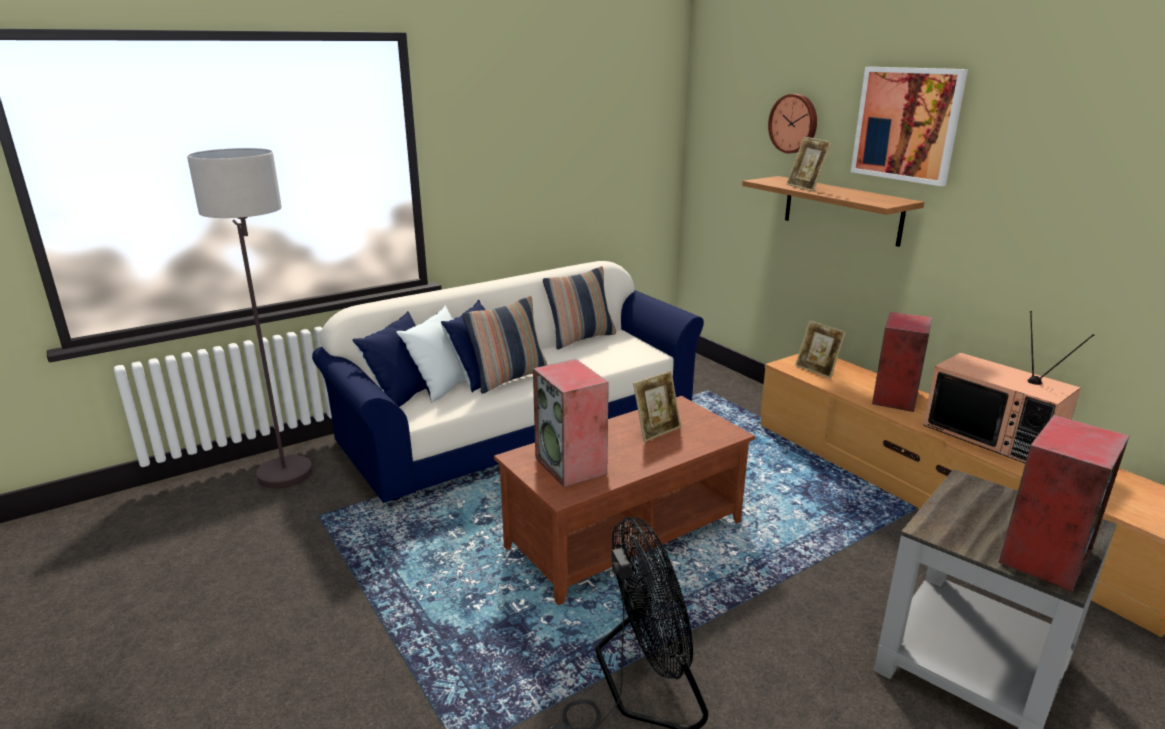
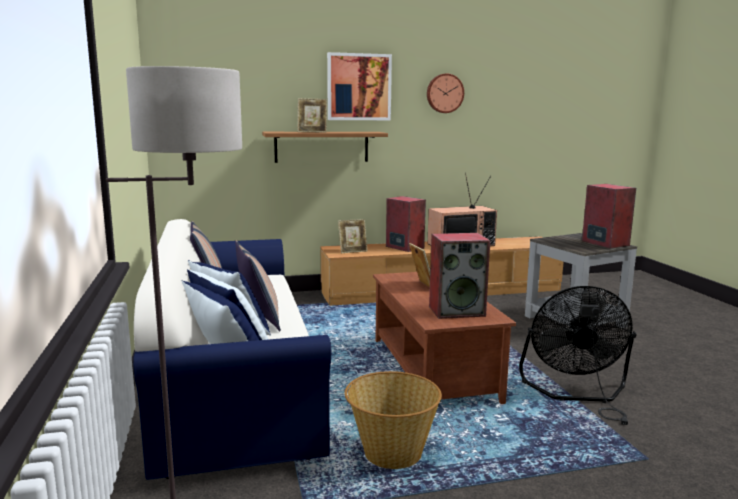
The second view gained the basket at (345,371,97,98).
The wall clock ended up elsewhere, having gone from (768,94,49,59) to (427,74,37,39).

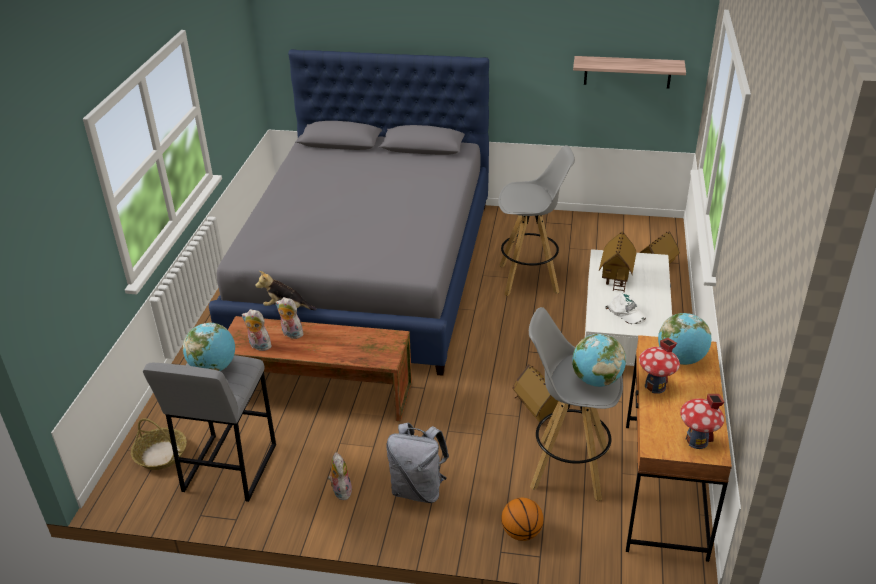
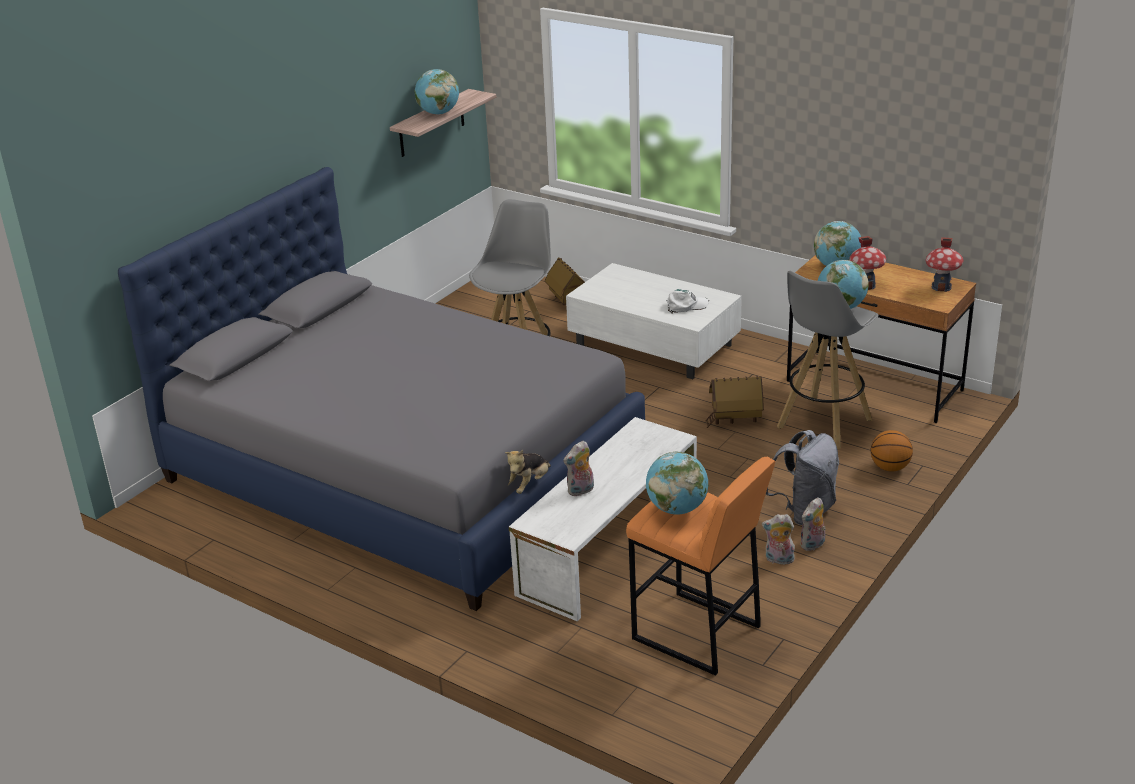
The second view lost the basket at (131,418,56,52).
The second view lost the toy house at (599,231,38,62).
The second view gained the globe at (415,69,44,46).
The plush toy ended up elsewhere, having gone from (242,309,31,42) to (800,497,26,54).
What was the stool (grey) at (143,355,133,147) turned into the stool (orange) at (626,457,149,219).
What was the bench (brown) at (228,316,184,106) turned into the bench (white) at (509,417,188,205).

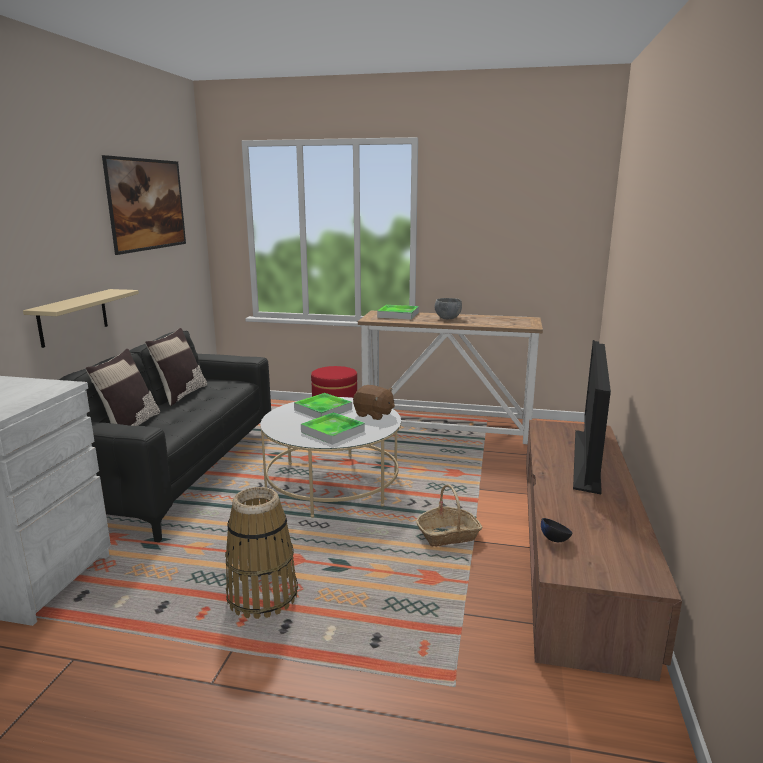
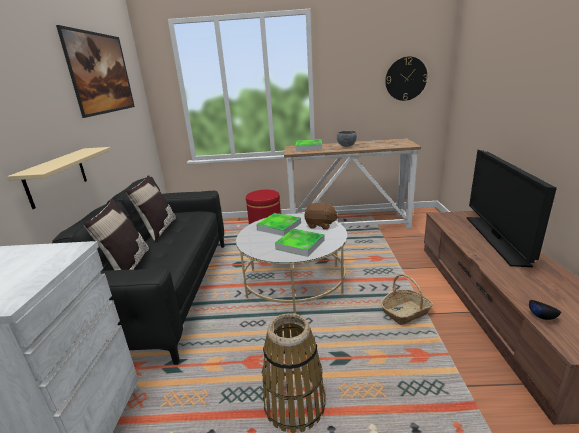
The second view gained the wall clock at (385,57,42,44).

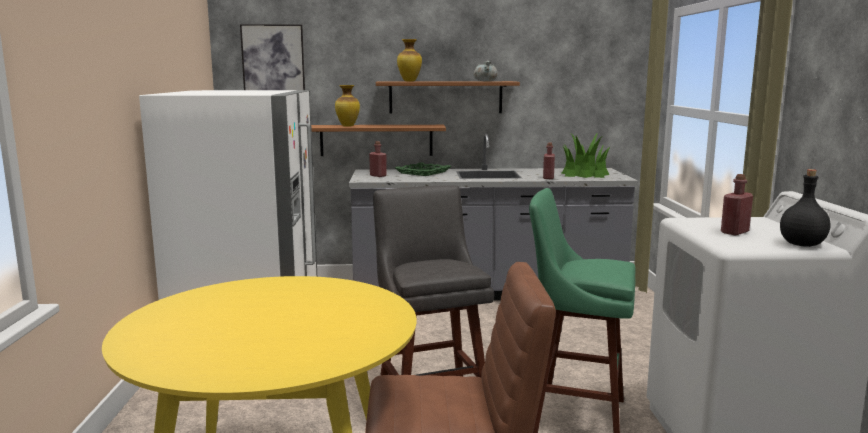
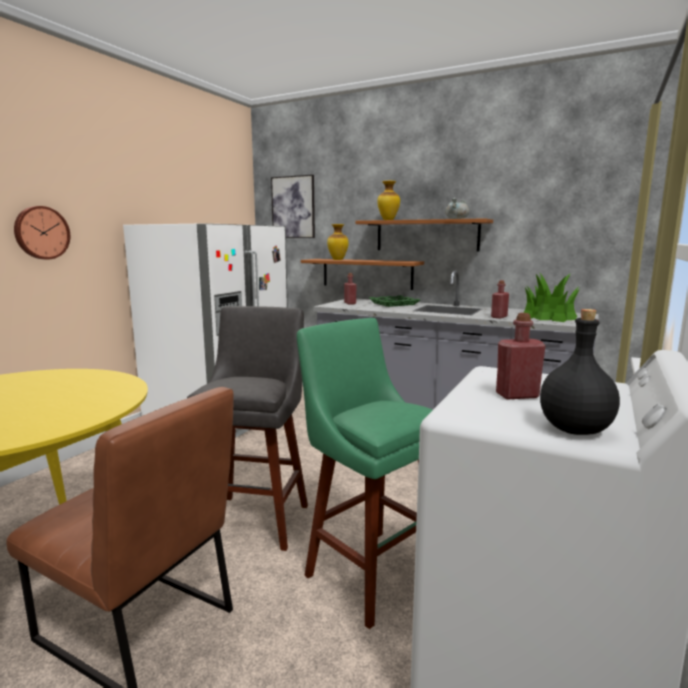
The second view gained the wall clock at (14,206,56,53).

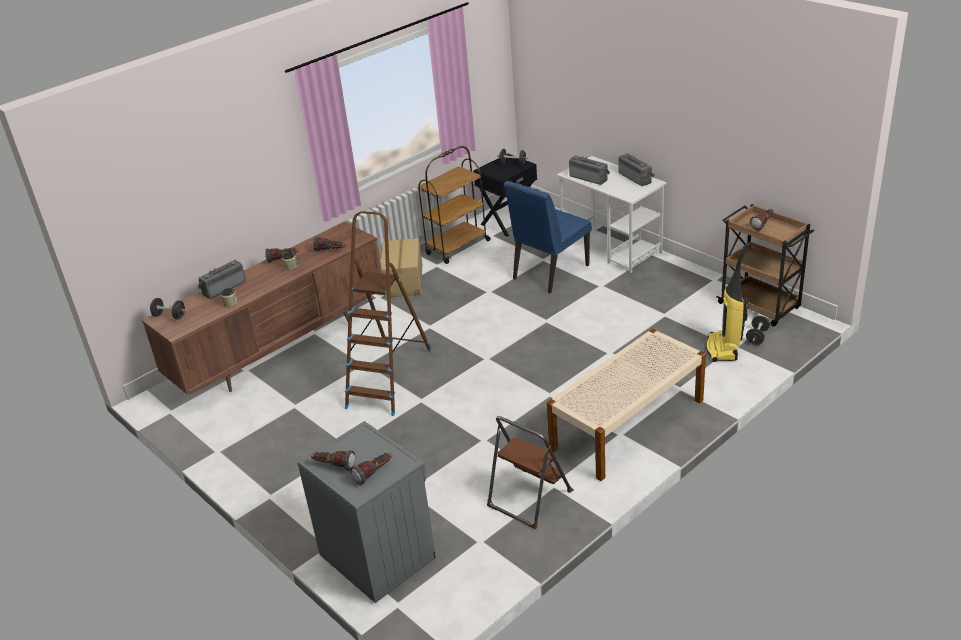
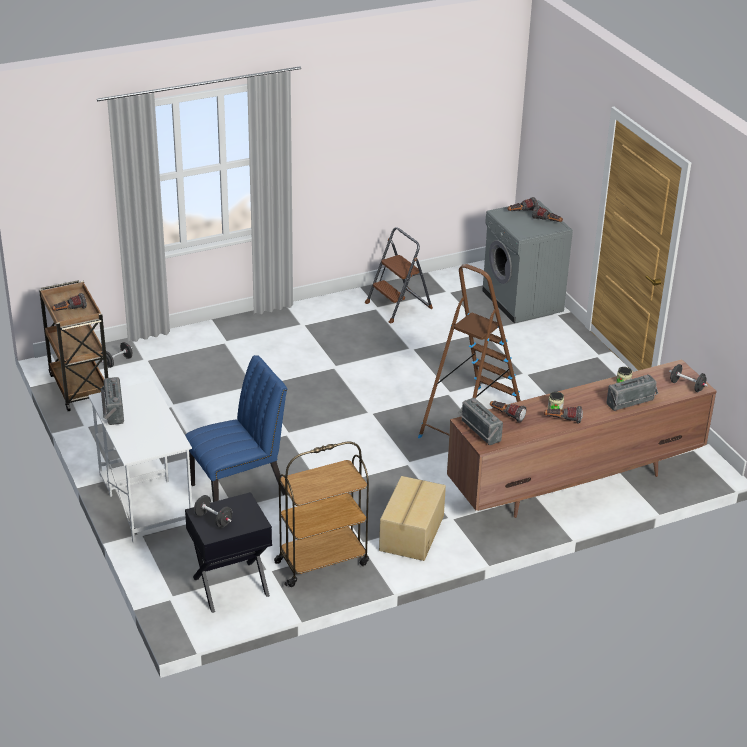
The second view lost the bench (beige) at (547,328,159,153).
The second view lost the vacuum cleaner at (706,243,43,119).
The radio ended up elsewhere, having gone from (569,155,41,30) to (458,398,45,47).

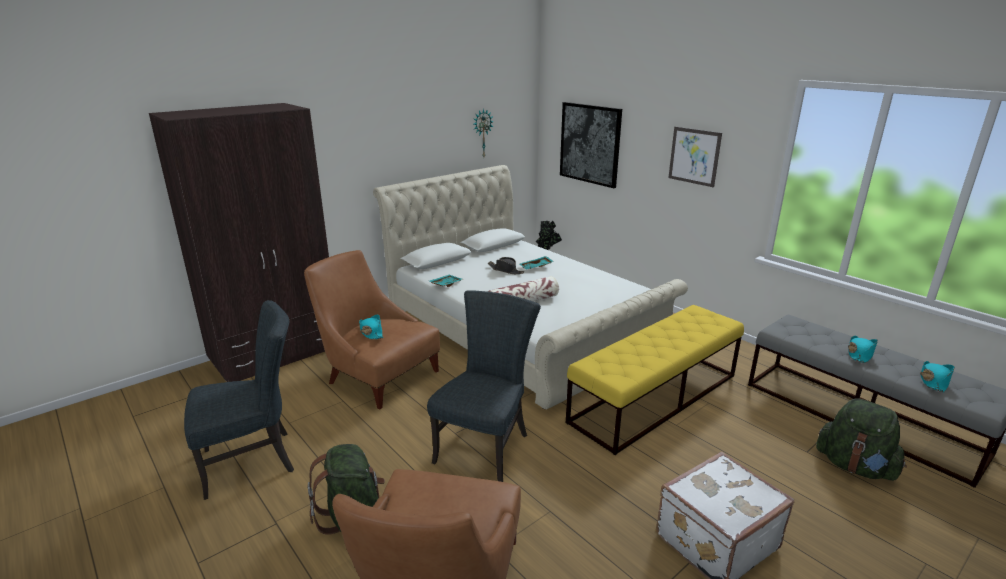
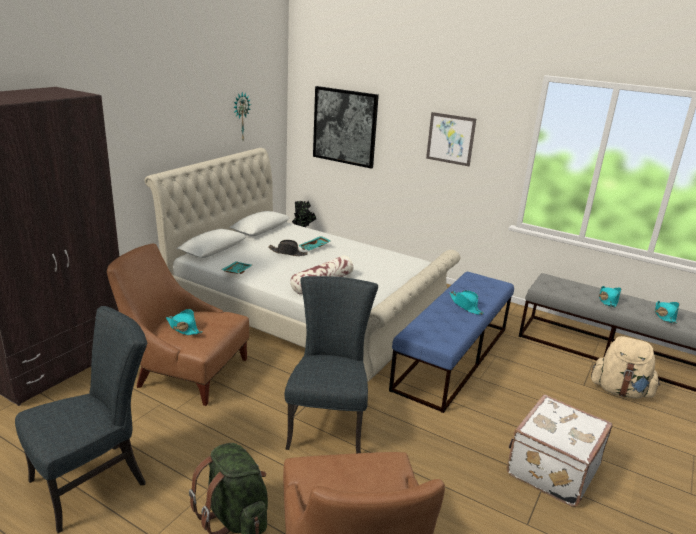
The second view gained the hat (turquoise) at (450,290,34,25).
What was the bench (yellow) at (566,305,178,150) turned into the bench (blue) at (389,272,125,141).
What was the backpack (green) at (816,398,91,83) turned into the backpack (beige) at (591,336,69,63).

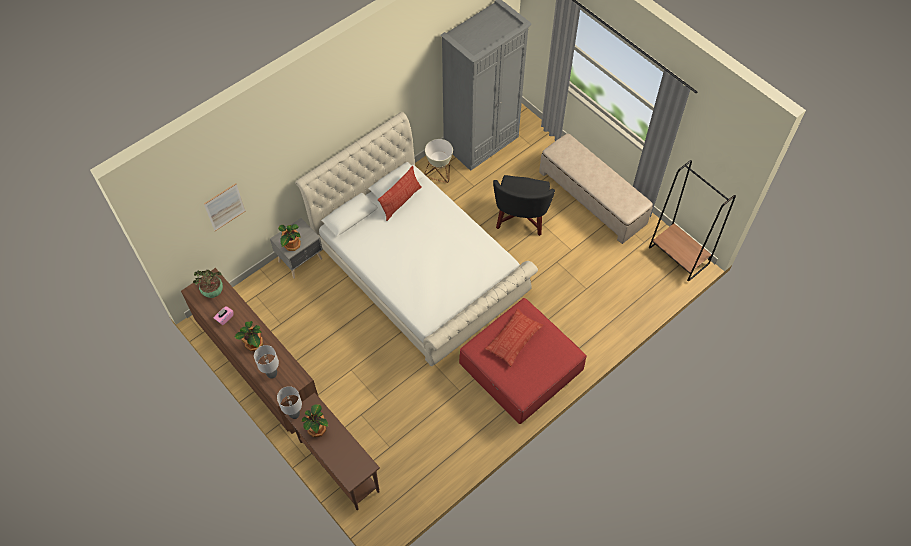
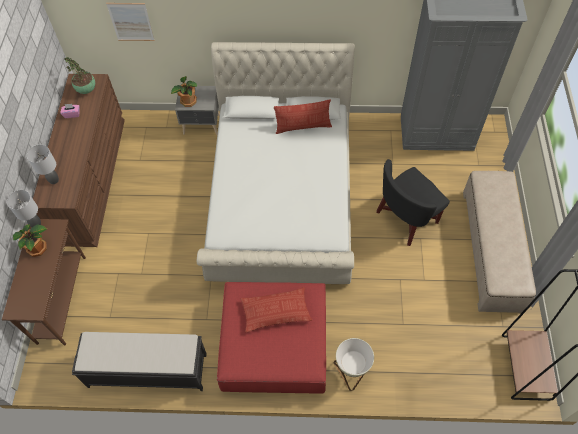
The second view lost the potted plant at (234,321,29,30).
The second view gained the bench (black) at (72,332,135,59).
The planter ended up elsewhere, having gone from (424,139,29,44) to (334,338,40,53).

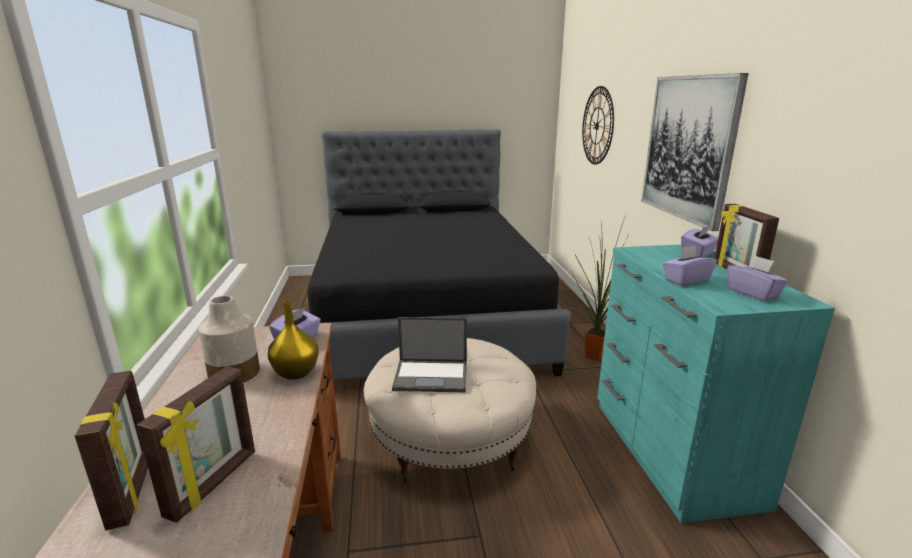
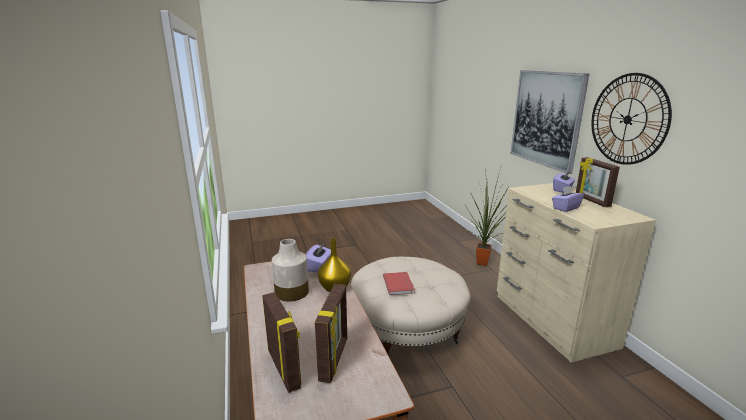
The second view lost the bed (black) at (307,129,264,251).
The second view lost the tissue box (purple) at (727,256,62,45).
The wall clock ended up elsewhere, having gone from (582,86,32,79) to (591,73,81,92).
Where the laptop stood at (392,317,75,75), the book (red) came to stand at (383,272,32,23).
What was the dresser (turquoise) at (597,244,238,279) turned into the dresser (beige) at (497,183,159,180).

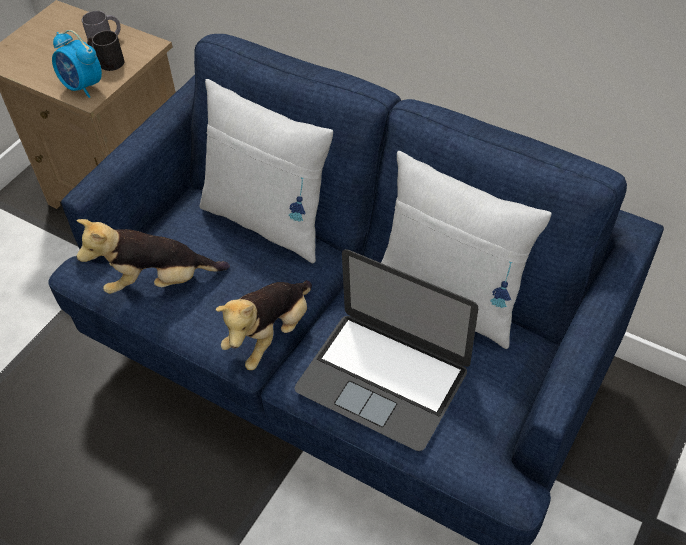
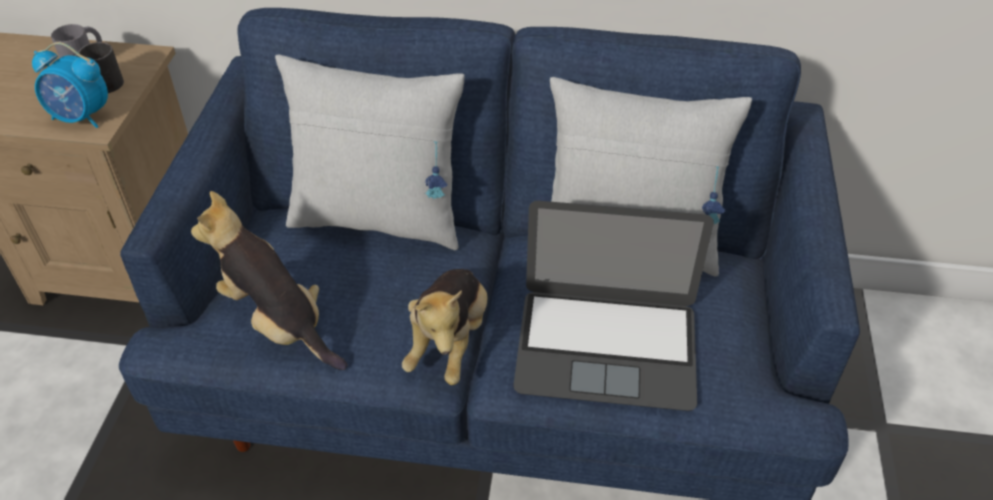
The plush toy at (77,219,153,75) ended up facing another way, 75 degrees clockwise from before.

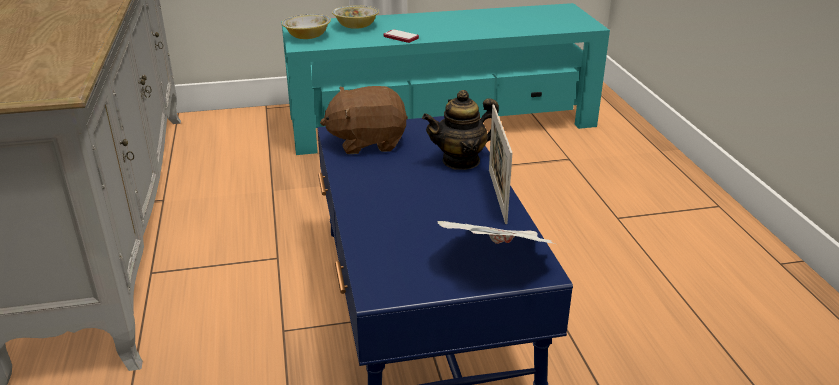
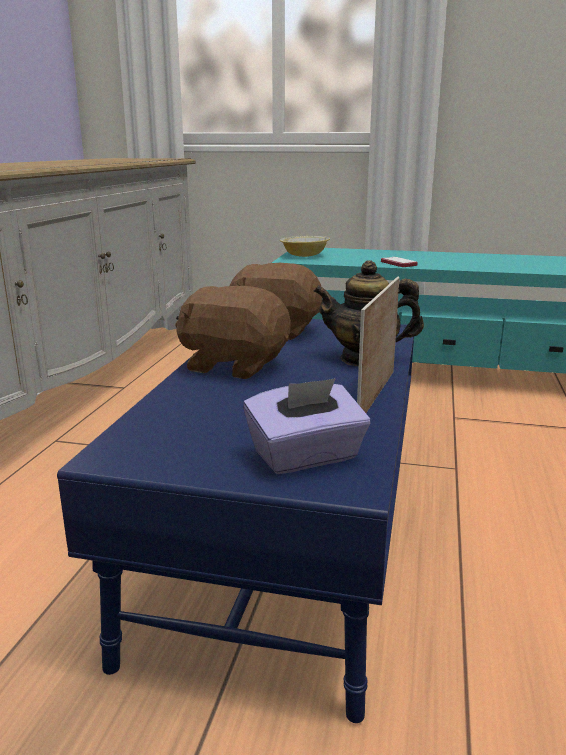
The second view lost the bowl at (332,6,47,23).
The second view gained the plush toy (brown) at (175,286,116,93).
Where the newspaper stood at (438,221,120,24), the tissue box (purple) came to stand at (243,378,127,96).

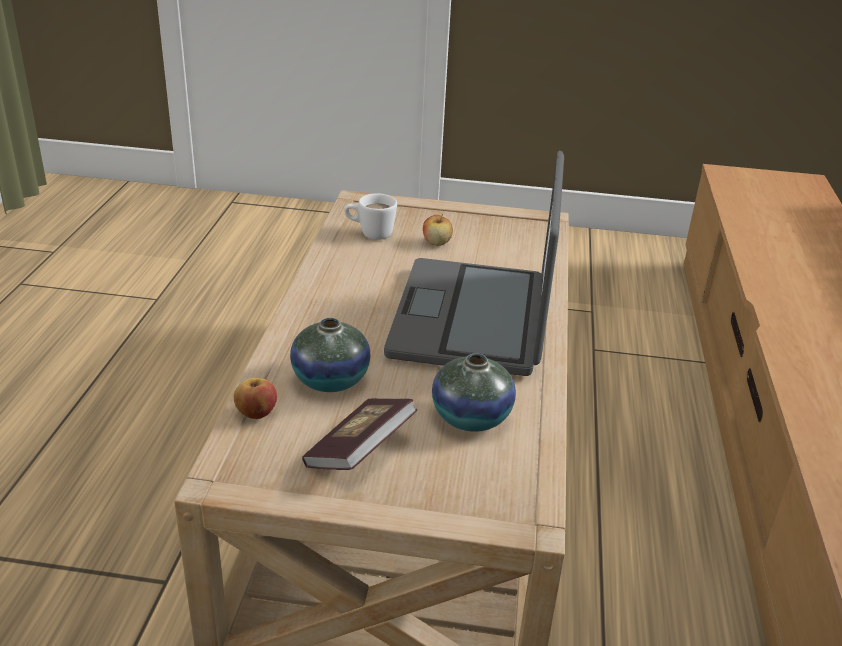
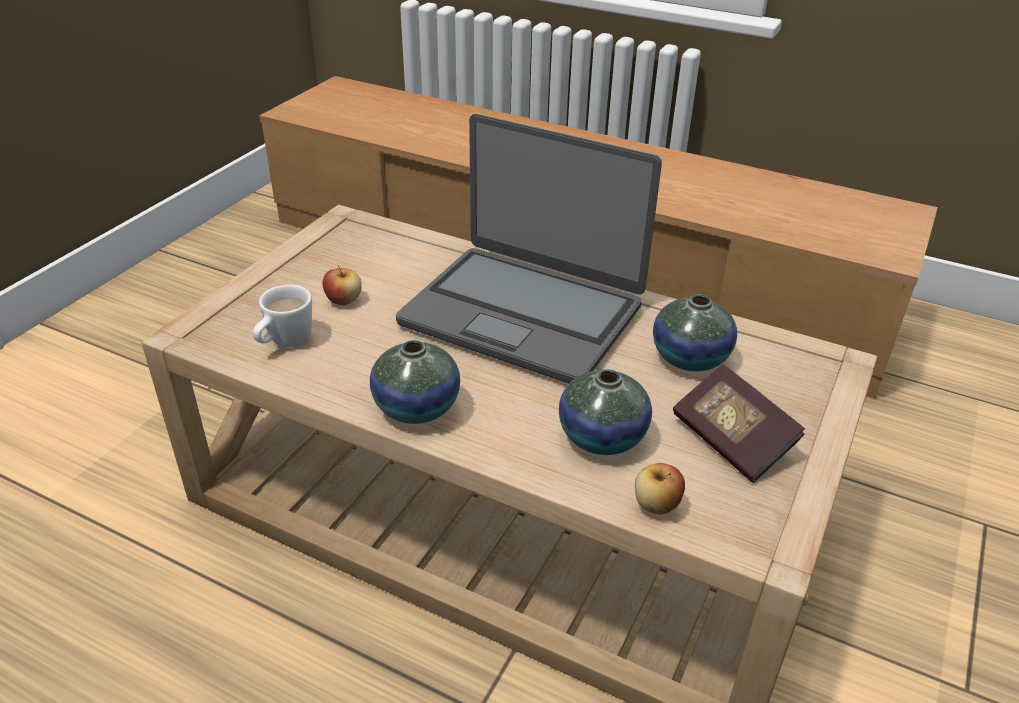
The second view gained the vase at (370,340,90,84).

